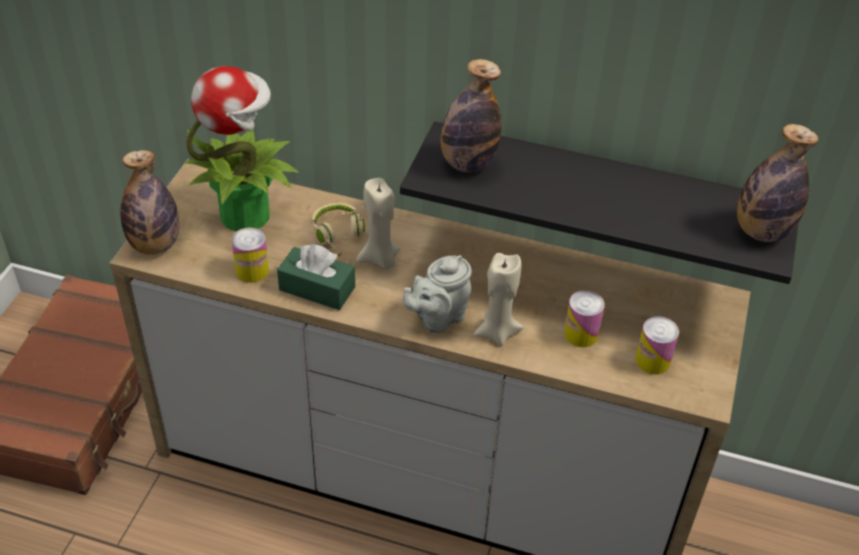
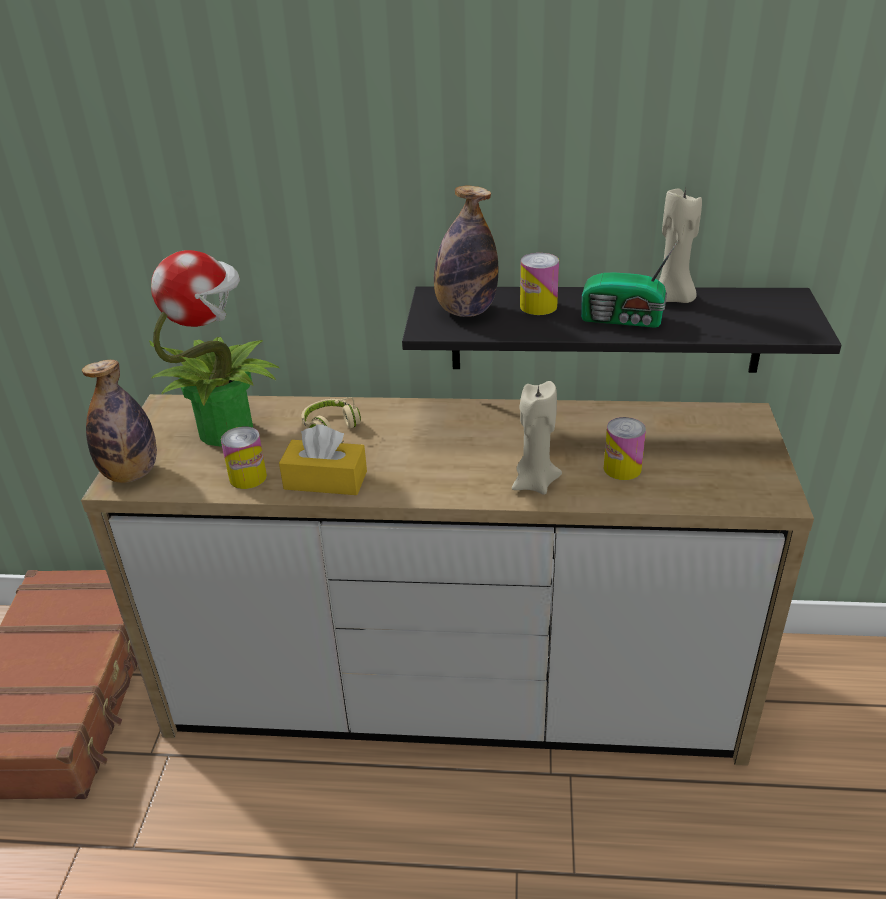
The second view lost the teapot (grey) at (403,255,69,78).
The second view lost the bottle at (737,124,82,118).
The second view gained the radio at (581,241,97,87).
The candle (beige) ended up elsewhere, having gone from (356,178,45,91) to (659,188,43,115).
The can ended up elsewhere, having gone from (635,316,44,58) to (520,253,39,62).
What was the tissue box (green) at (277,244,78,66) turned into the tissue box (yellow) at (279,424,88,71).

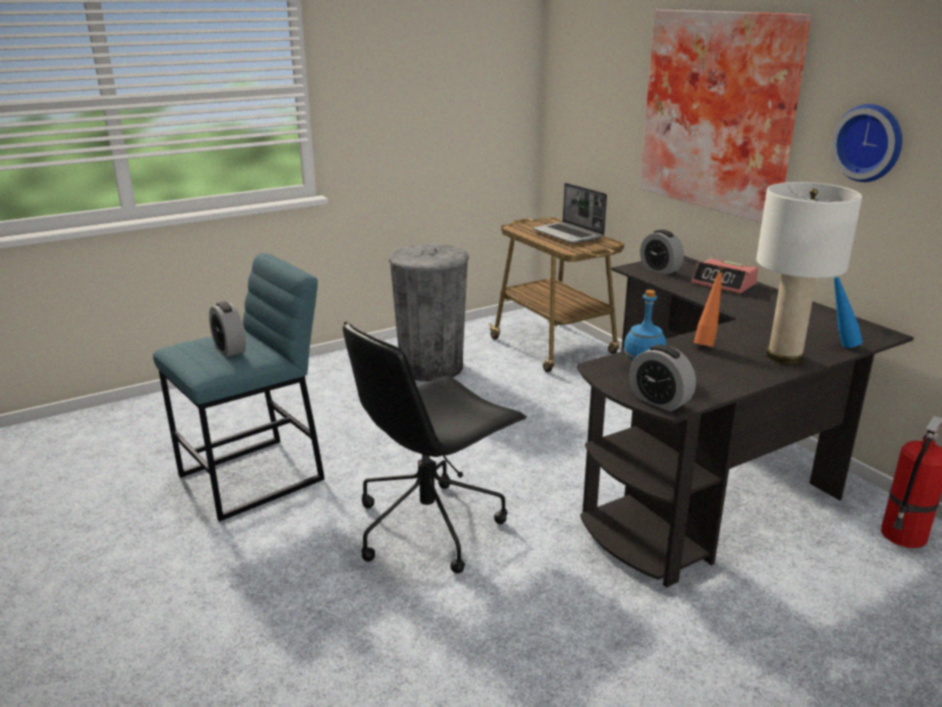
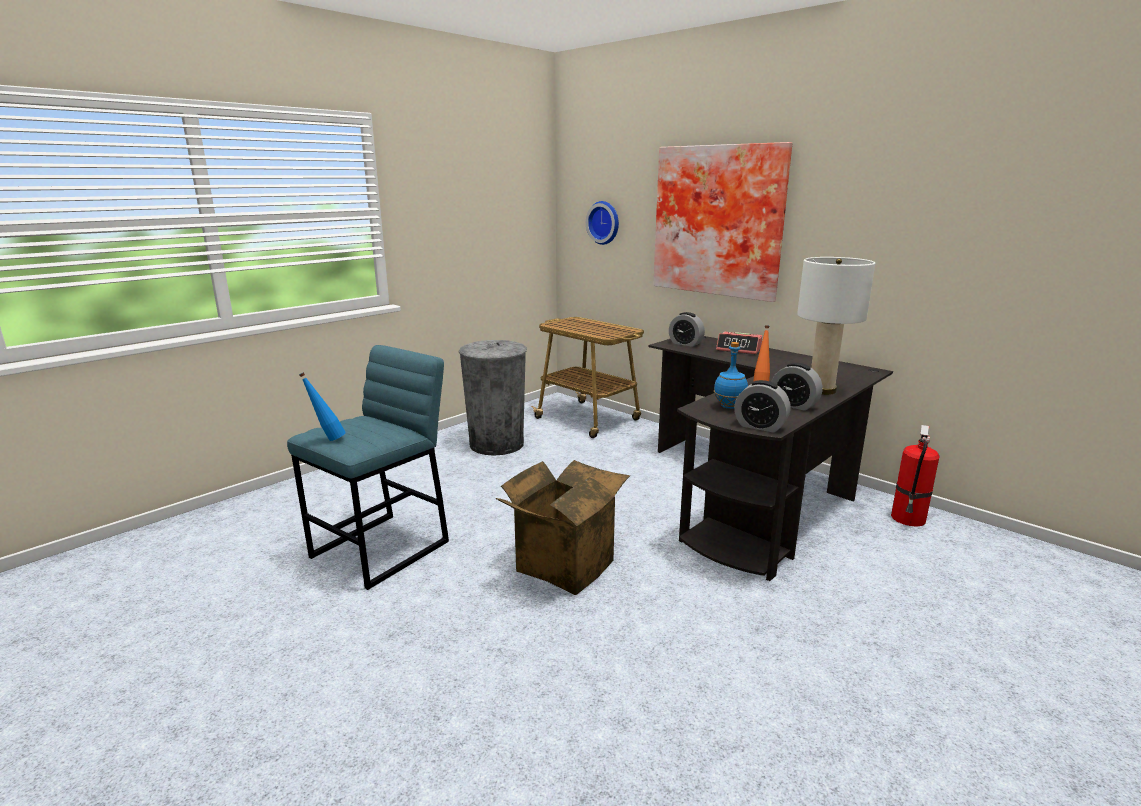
The second view lost the laptop at (532,183,75,61).
The alarm clock ended up elsewhere, having gone from (209,302,37,55) to (771,363,52,48).
The wall clock ended up elsewhere, having gone from (831,104,71,78) to (586,201,33,44).
The bottle (blue) ended up elsewhere, having gone from (834,277,29,71) to (299,372,47,69).
Where the office chair (black) stood at (343,321,184,252), the cardboard box came to stand at (496,460,134,135).

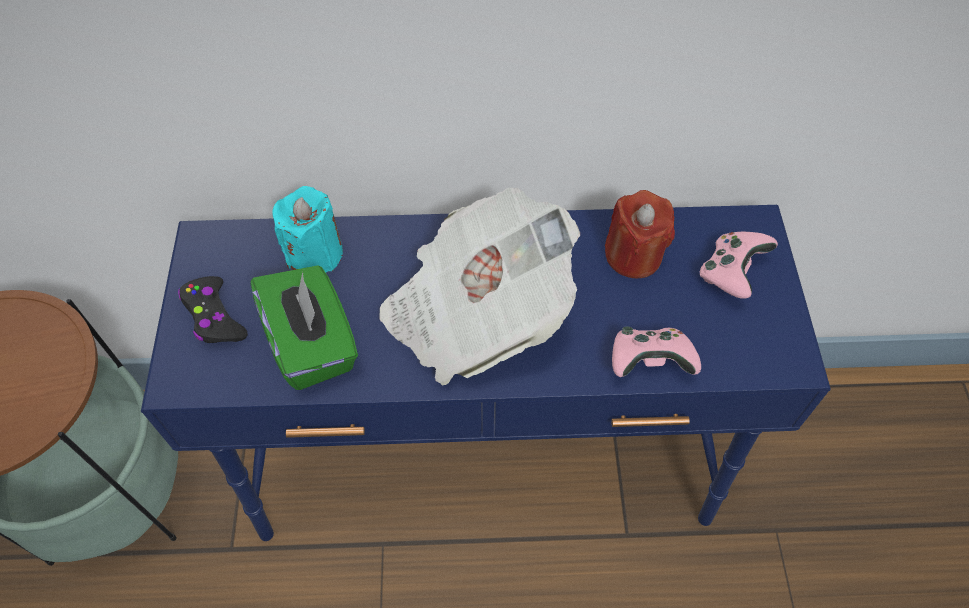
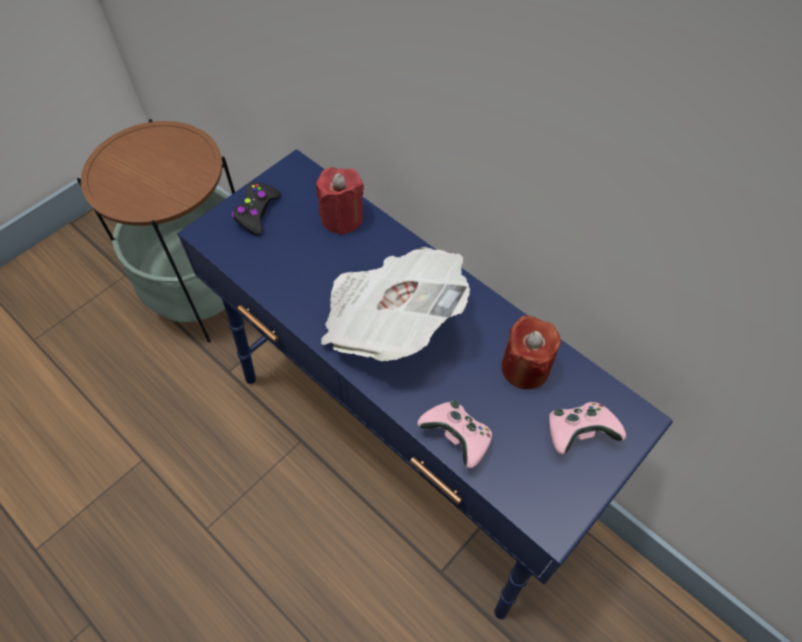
The second view lost the tissue box (green) at (251,265,107,125).
What was the candle (turquoise) at (272,186,71,87) turned into the candle (red) at (316,167,48,68).

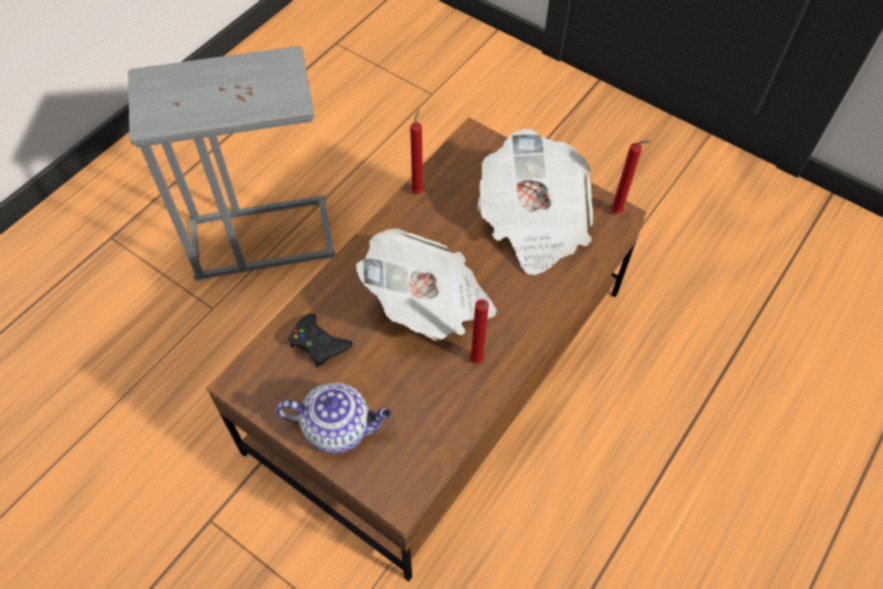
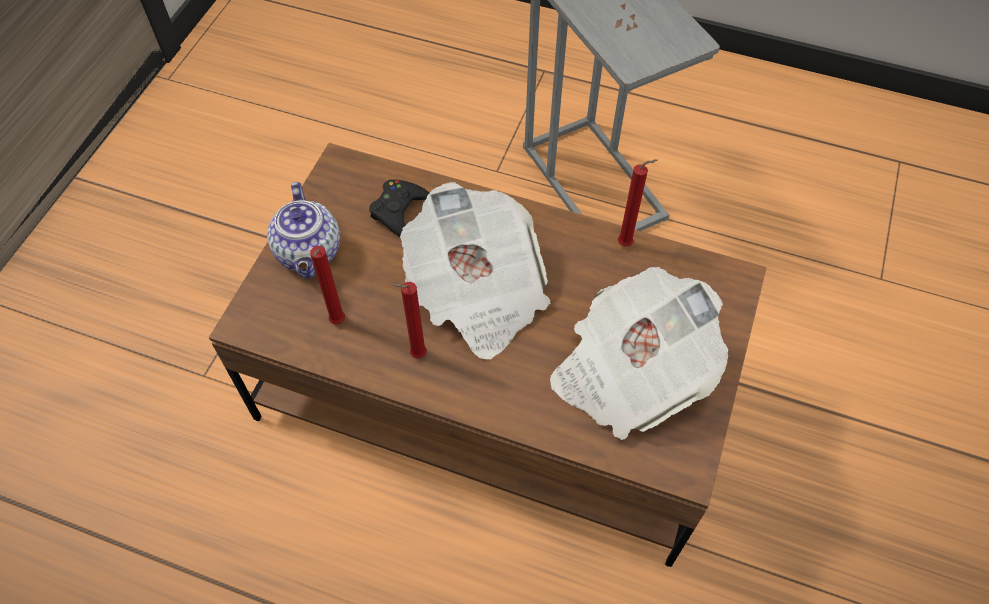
The candle (red) ended up elsewhere, having gone from (611,141,40,73) to (310,246,35,79).

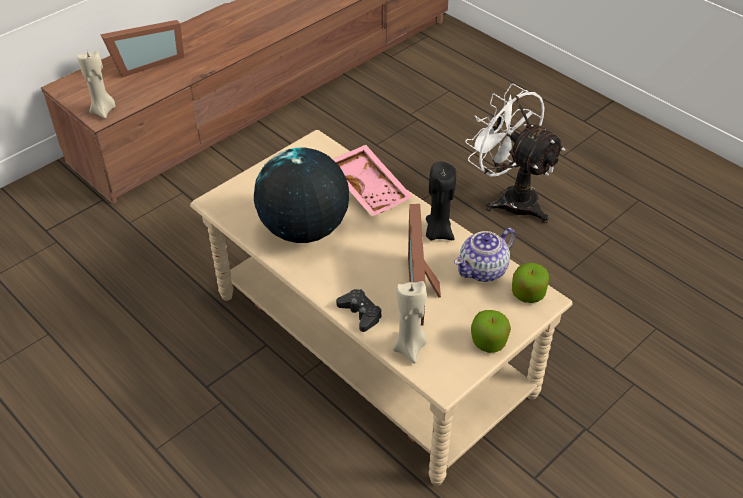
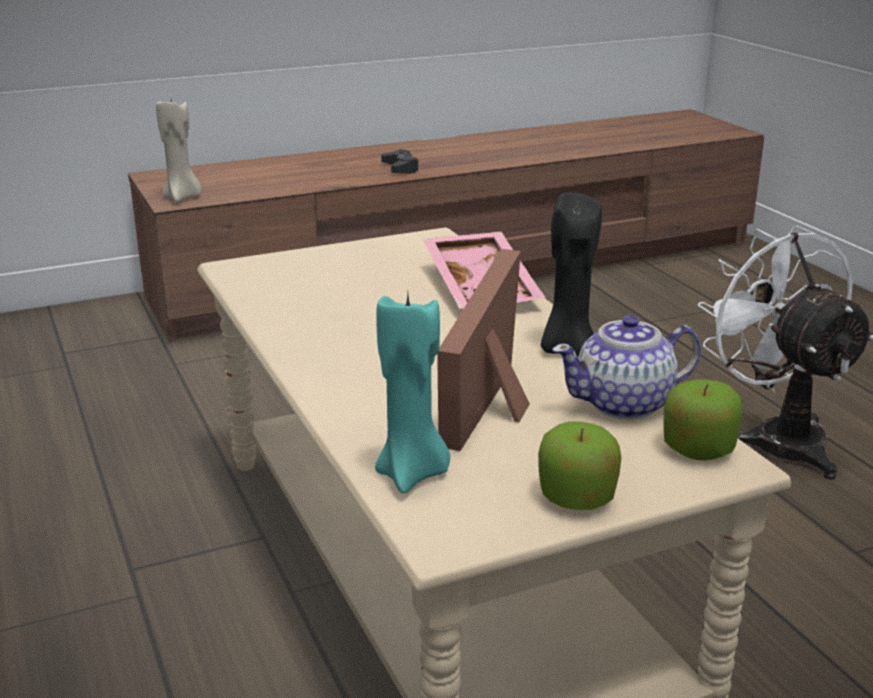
The second view lost the picture frame at (100,20,84,58).
The second view lost the globe at (254,148,95,95).
The game controller (black) ended up elsewhere, having gone from (336,289,46,43) to (381,149,39,25).
What was the candle (beige) at (393,281,34,82) turned into the candle (turquoise) at (375,293,75,201).

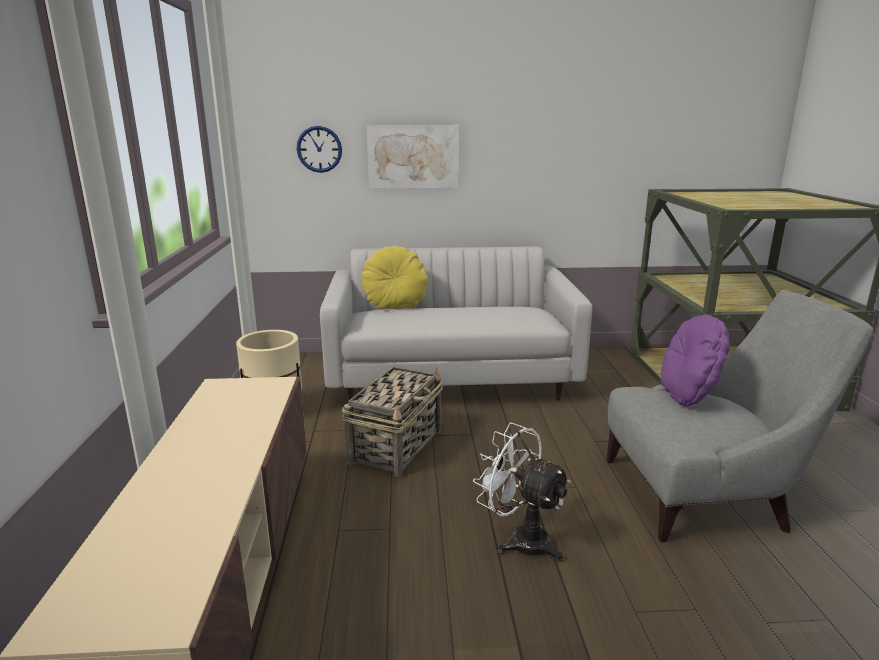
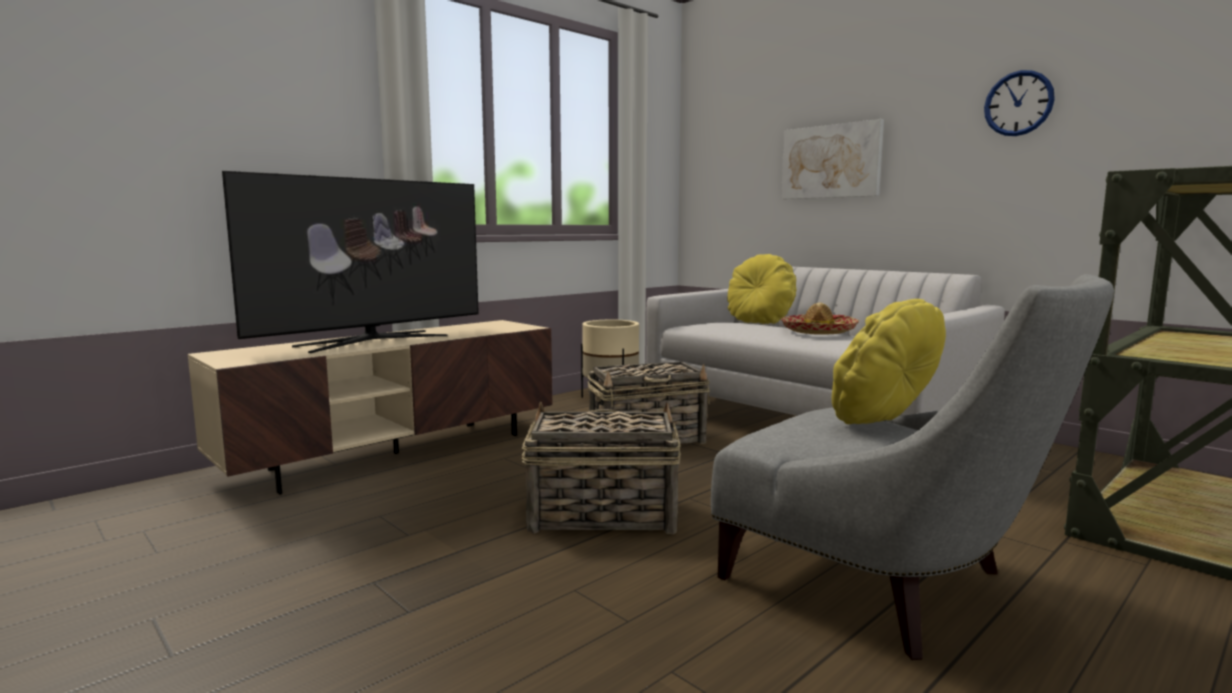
The second view gained the television at (222,171,257,182).
The second view gained the hat at (781,302,78,33).
The wall clock ended up elsewhere, having gone from (297,126,45,47) to (984,70,71,66).
Where the fan (white) stood at (473,422,98,140), the basket came to stand at (522,402,159,132).
What was the pillow (purple) at (661,315,68,92) turned into the pillow (yellow) at (832,299,114,125).

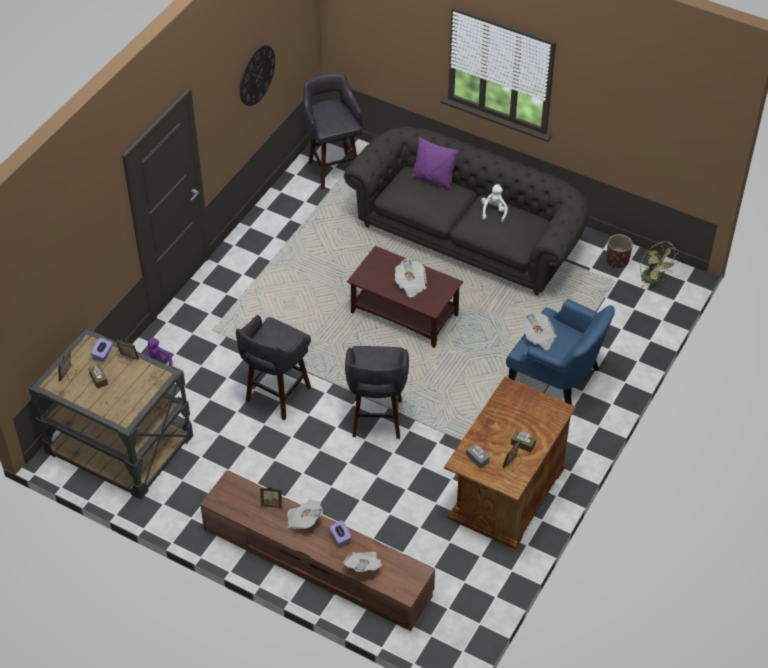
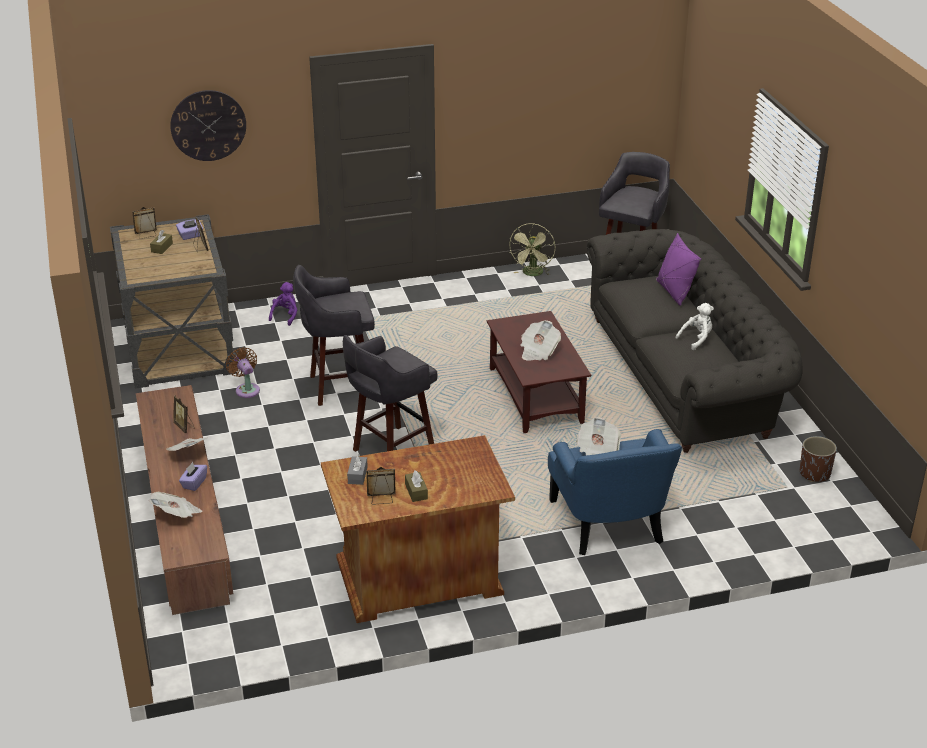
The second view gained the fan (brown) at (226,347,34,51).
The wall clock ended up elsewhere, having gone from (240,45,35,61) to (170,90,76,71).
The fan (green) ended up elsewhere, having gone from (640,242,39,46) to (509,223,46,53).

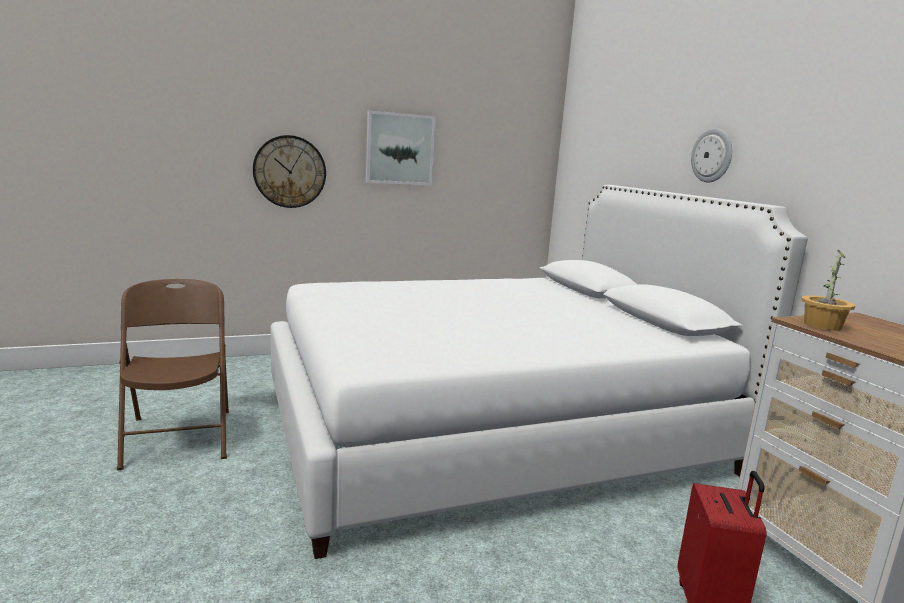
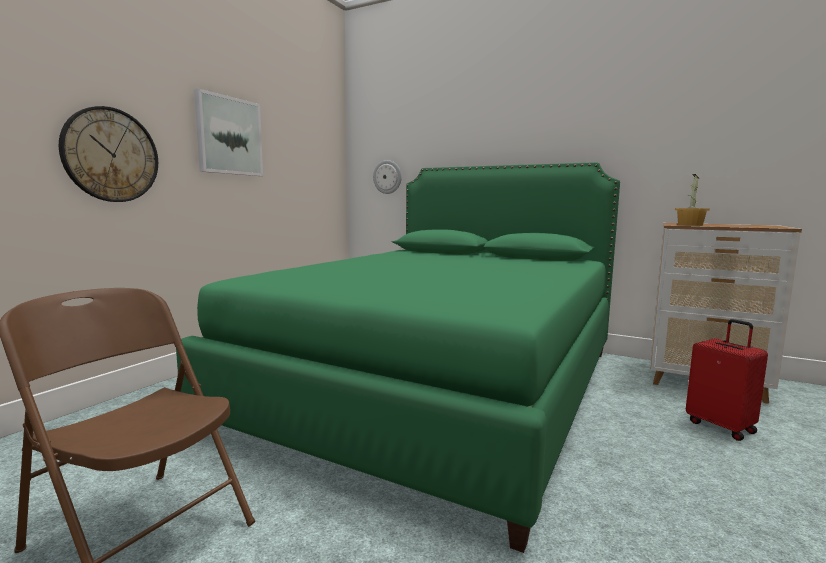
The wall clock ended up elsewhere, having gone from (691,128,41,55) to (373,160,29,34).
What was the bed (white) at (271,185,537,374) turned into the bed (green) at (176,162,444,391).

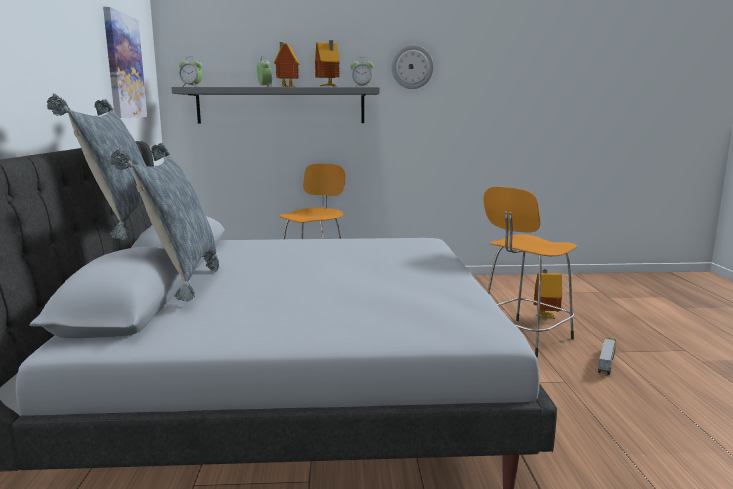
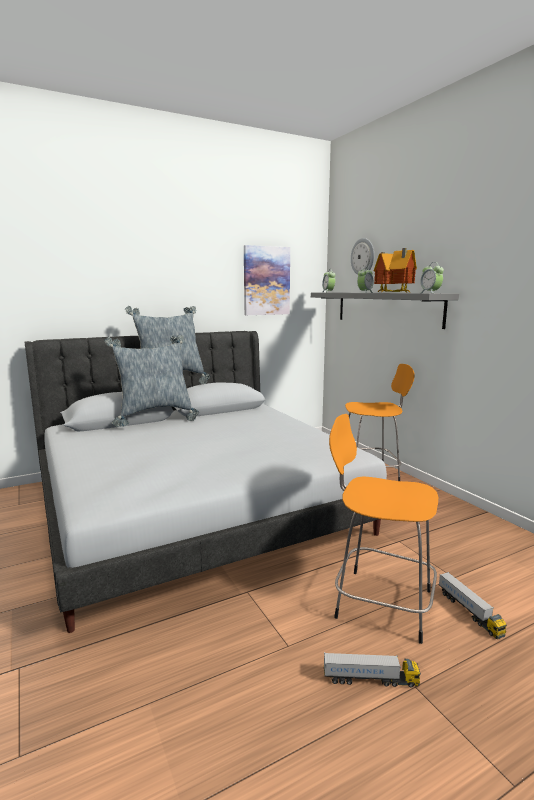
The wall clock ended up elsewhere, having gone from (392,45,42,44) to (351,238,23,37).
Where the toy house stood at (534,269,28,50), the toy truck came to stand at (439,572,68,67).

